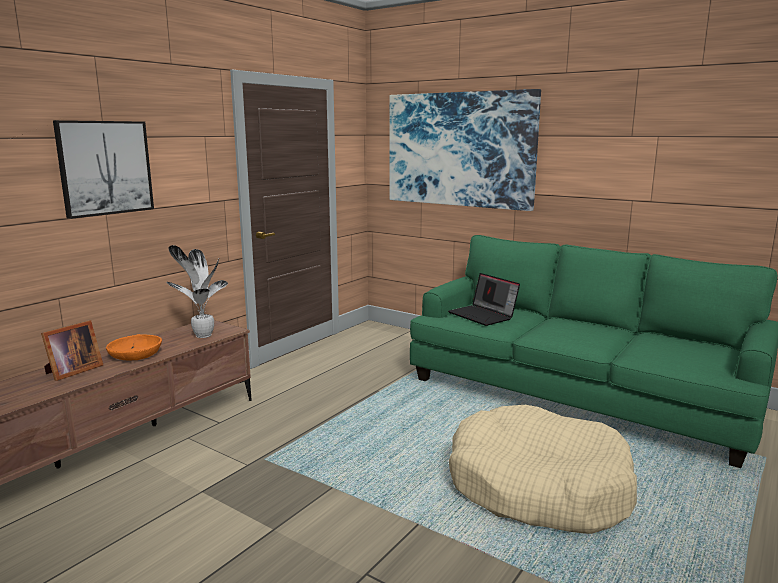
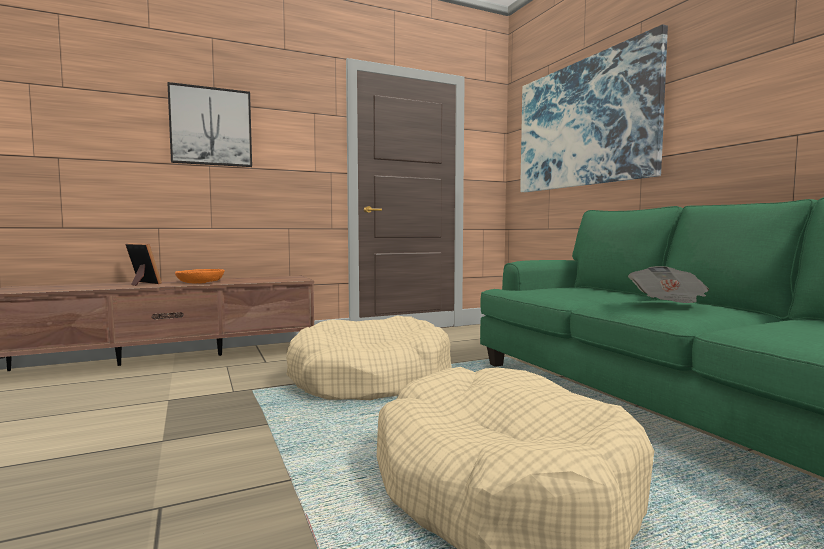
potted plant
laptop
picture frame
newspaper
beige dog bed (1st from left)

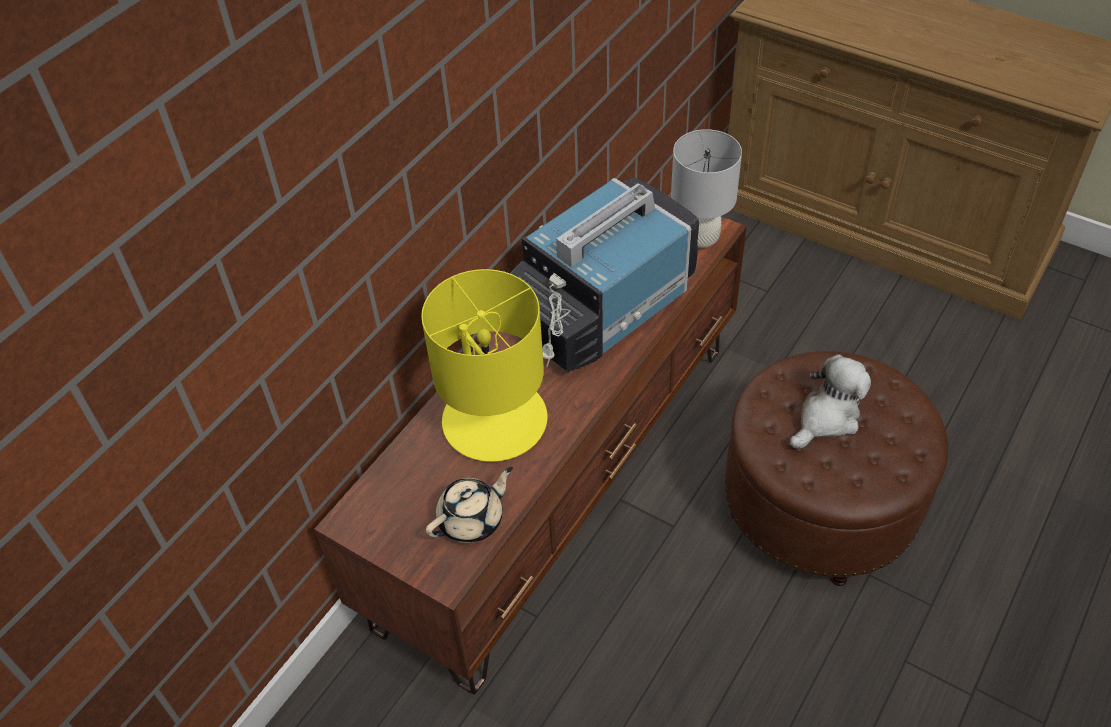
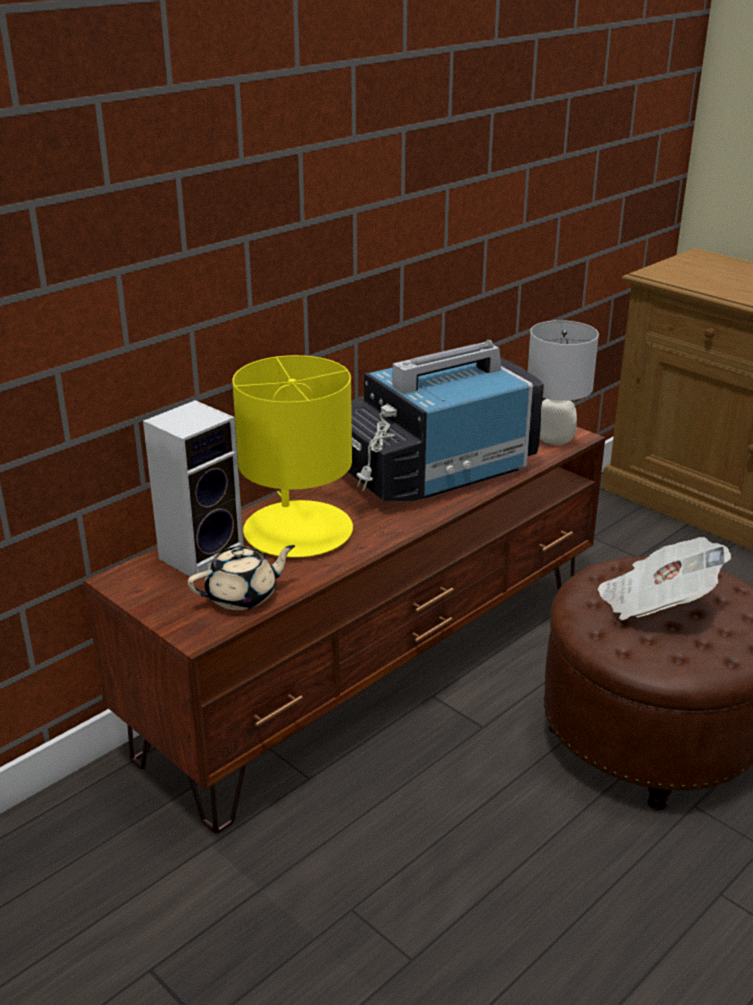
newspaper
speaker

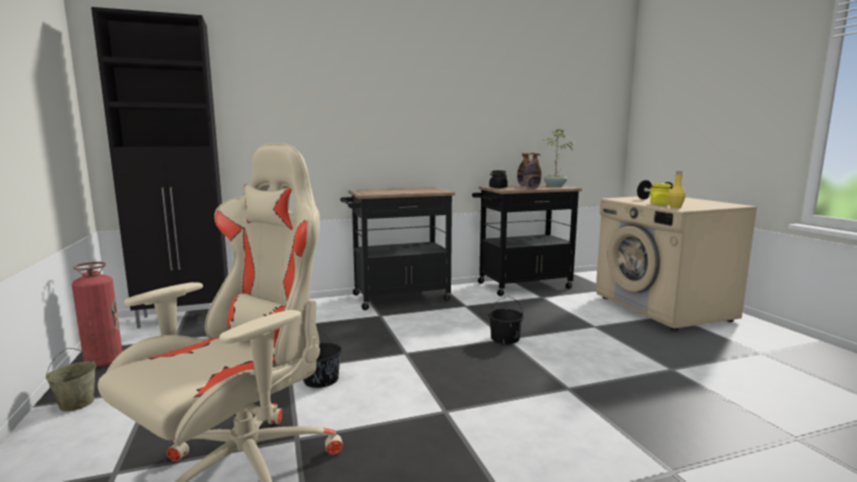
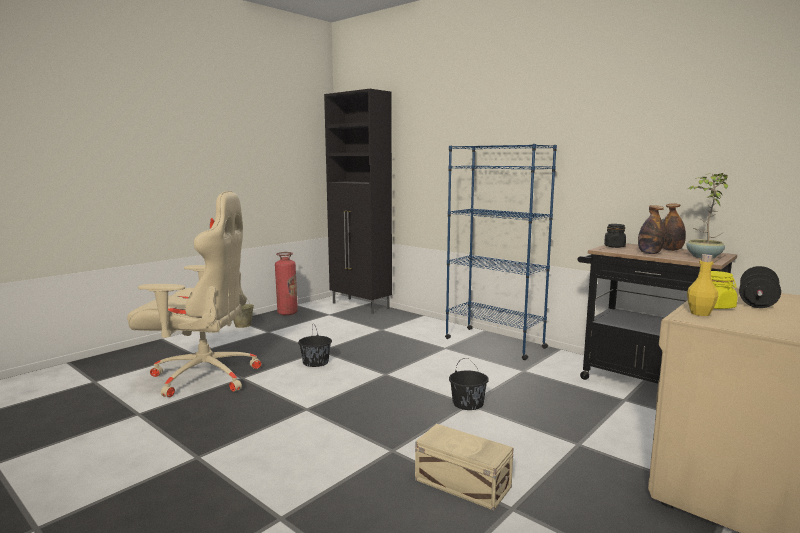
blue bookcase
beige storage box

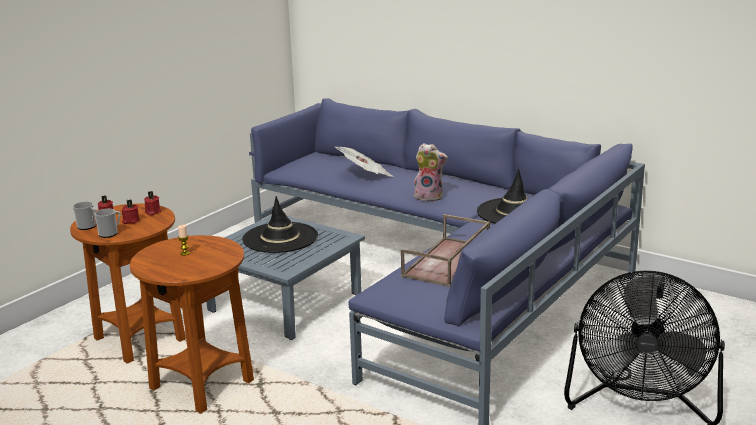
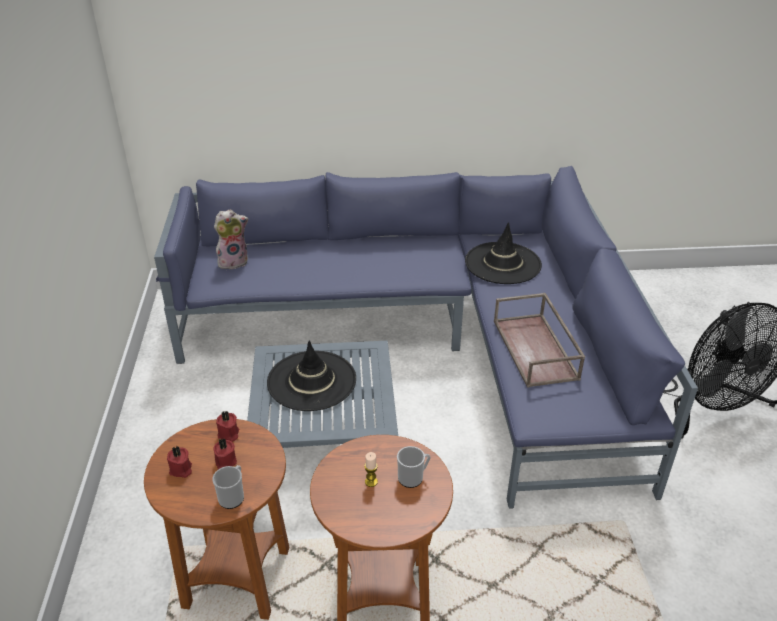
plush toy
newspaper
mug (2nd from left)

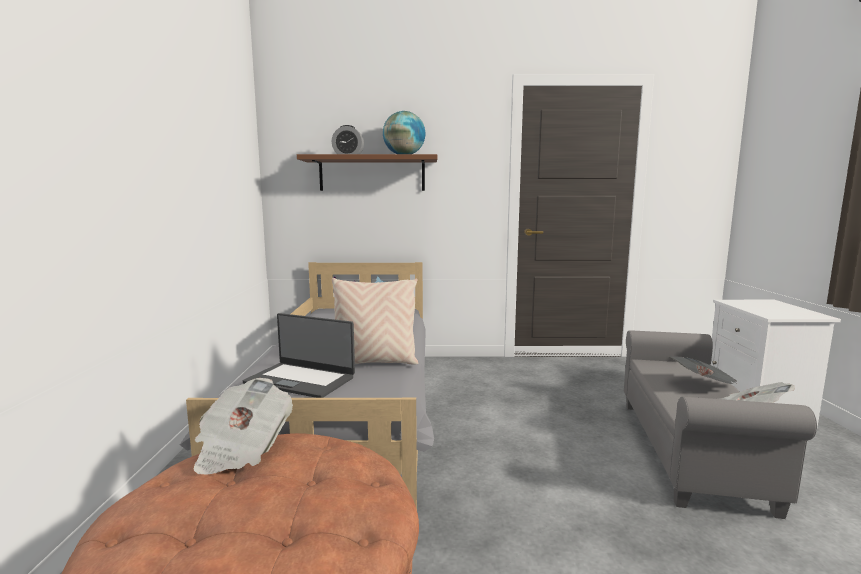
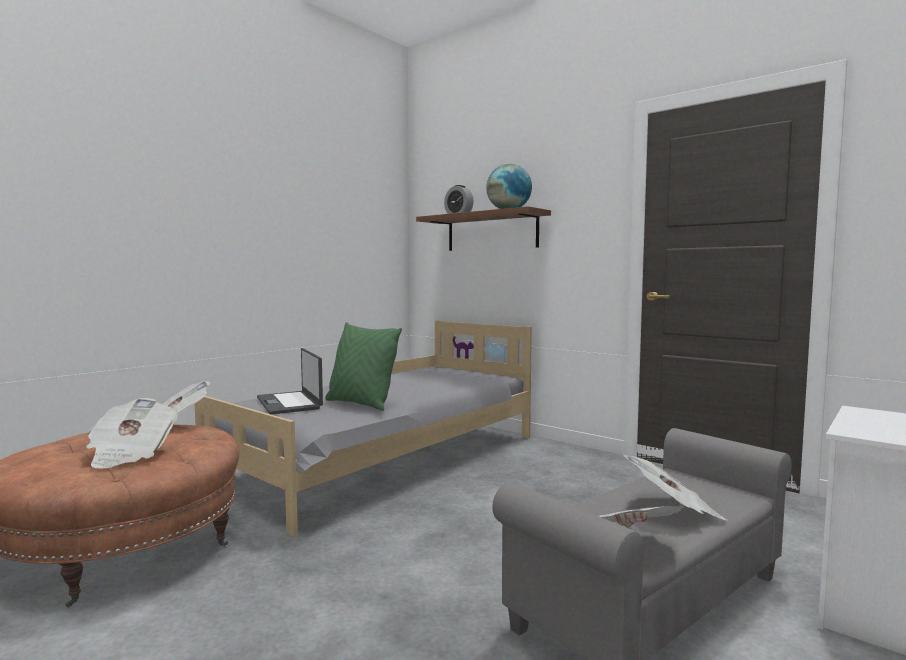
green pillow
newspaper (1st from left)

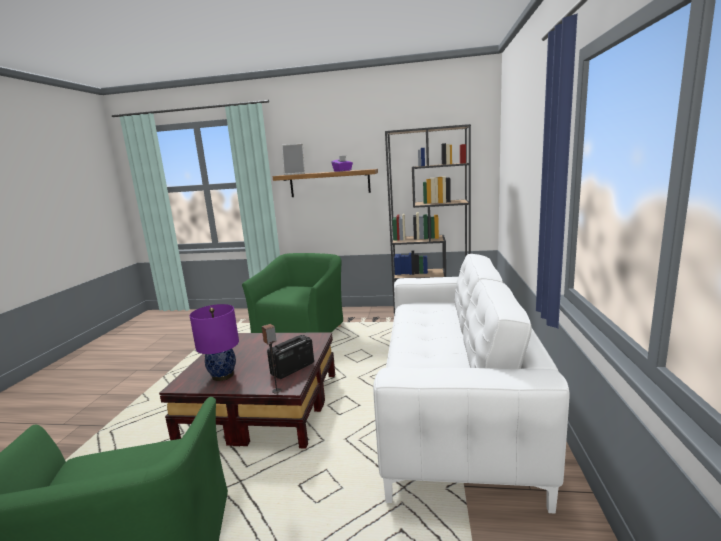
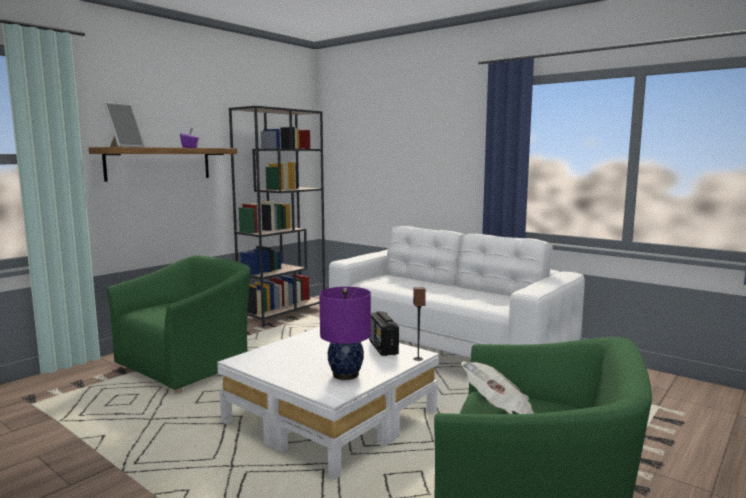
green armchair (1st from left)
white coffee table
newspaper

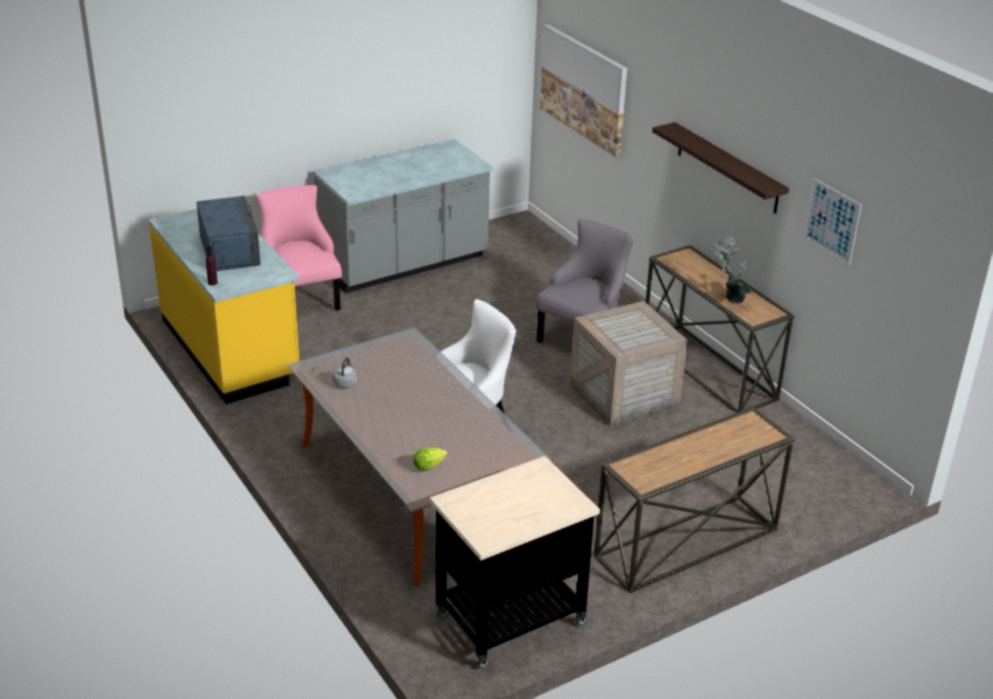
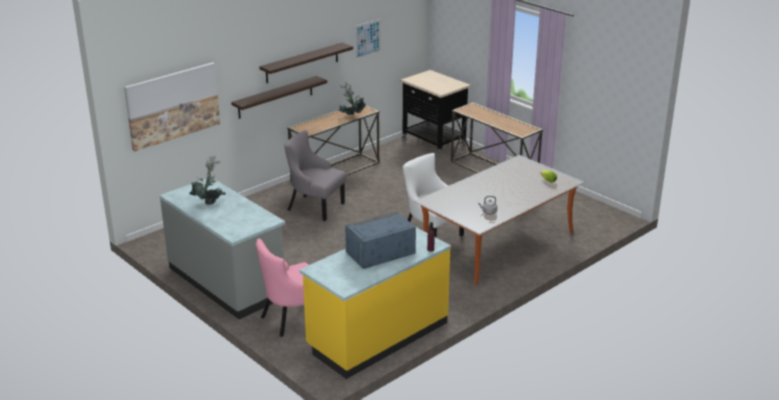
crate
black cart
shelf (1st from left)
potted plant (1st from left)

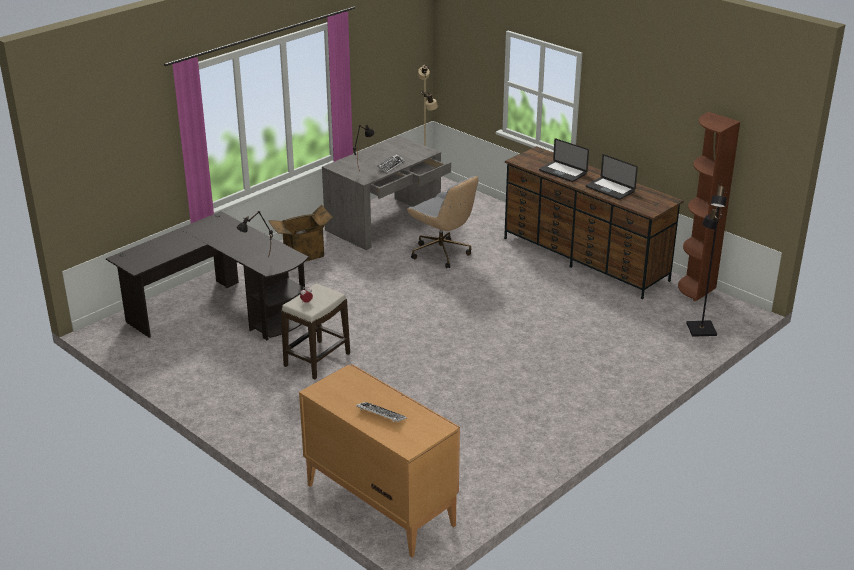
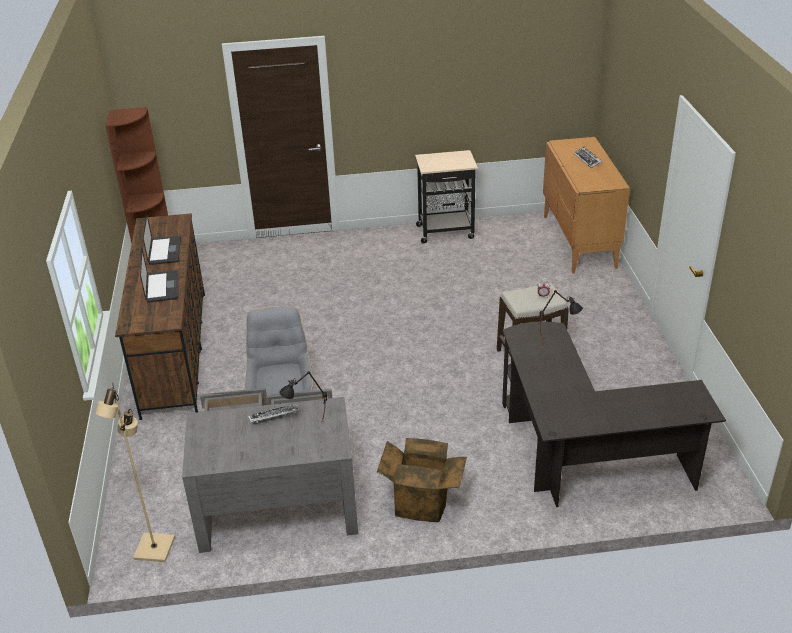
black floor lamp
cart

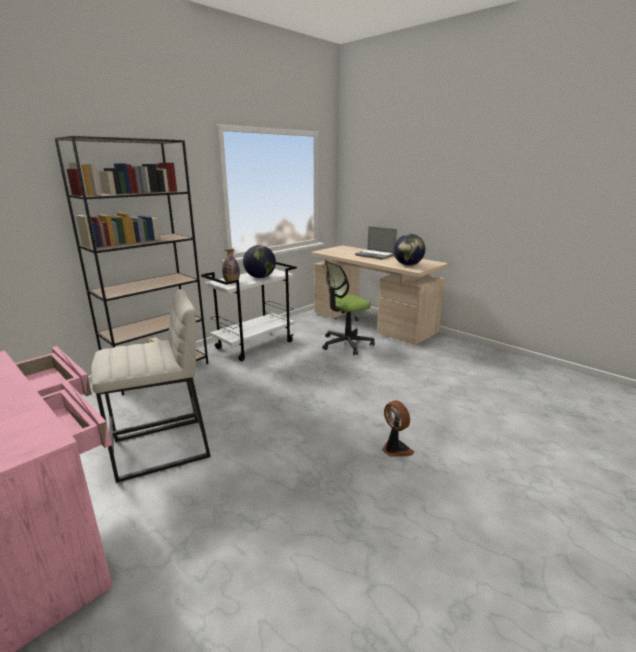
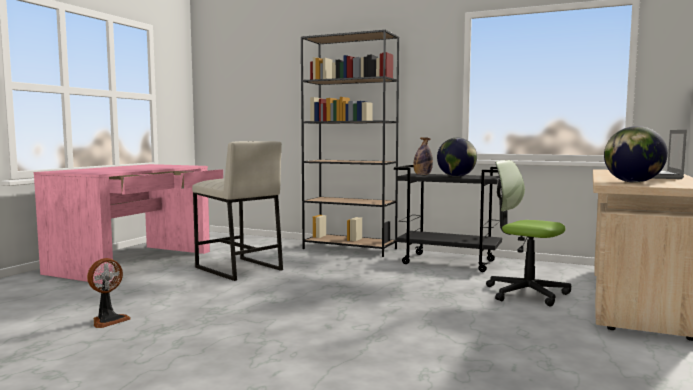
black cart
fan

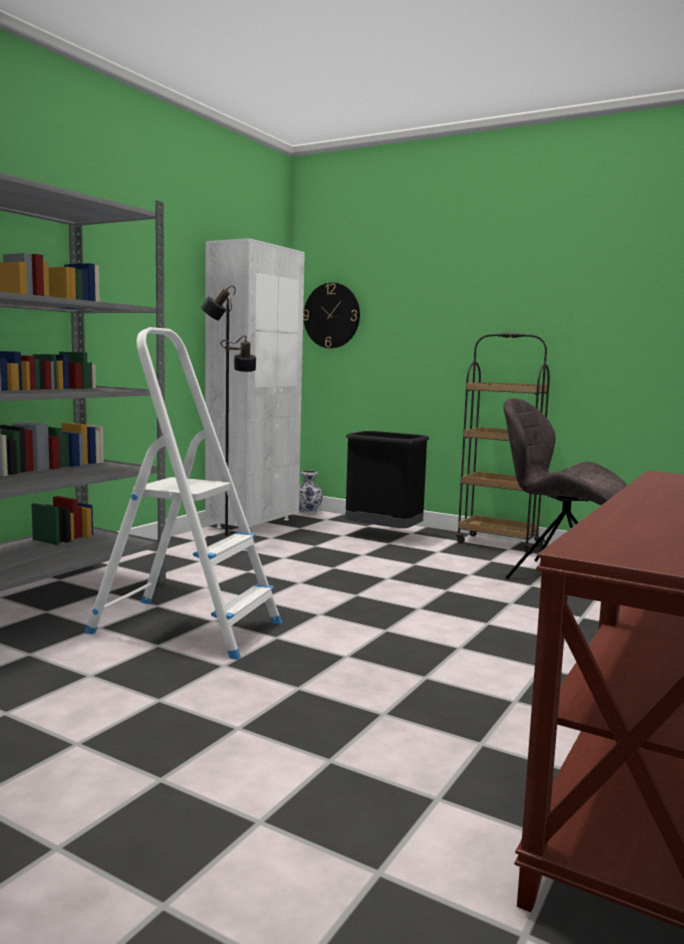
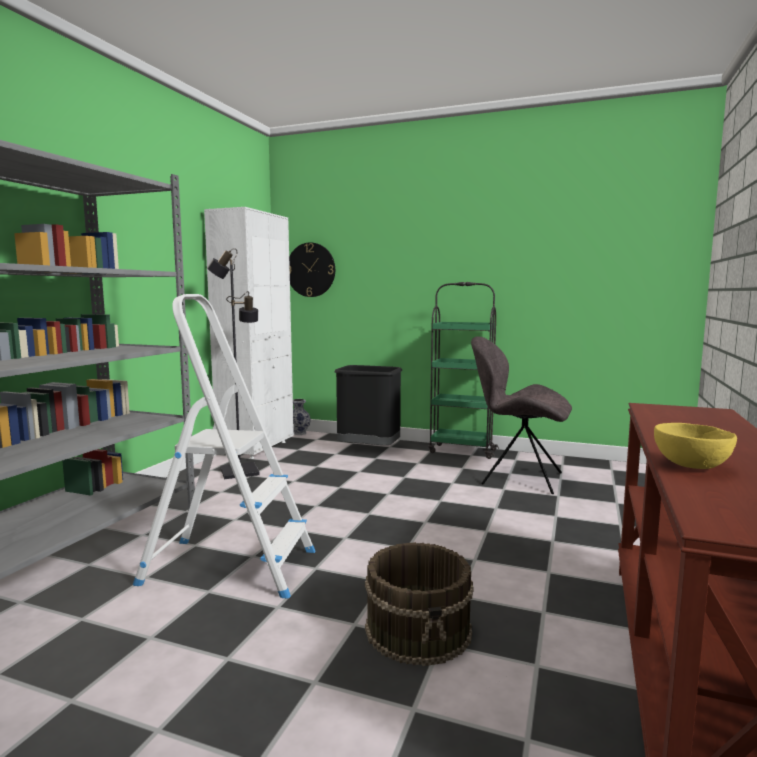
green cart
yellow bowl
brown bucket

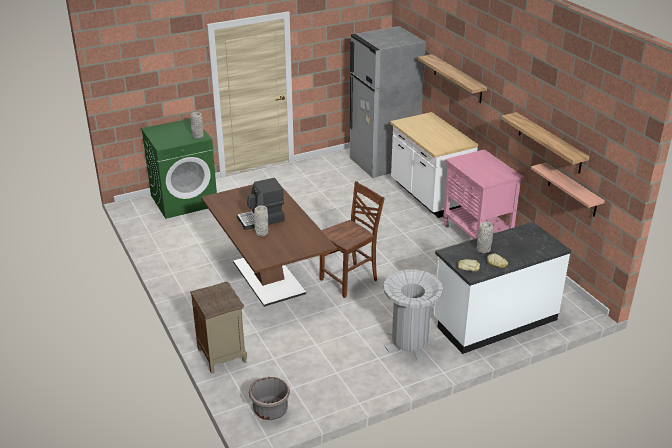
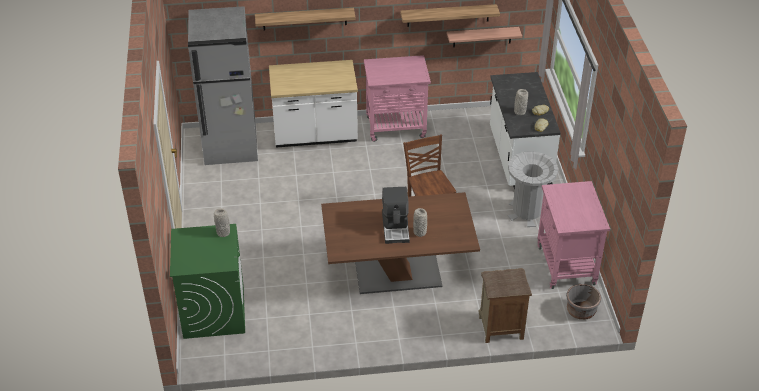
pink cart (2nd from left)

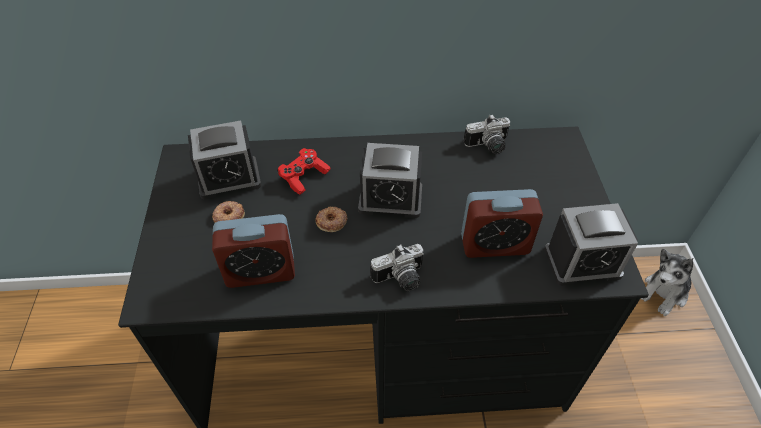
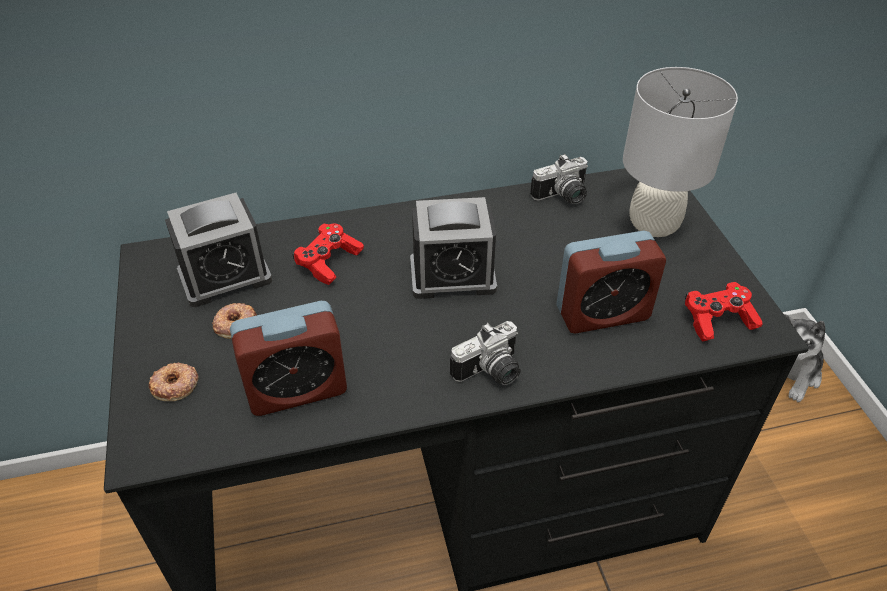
red game controller (2nd from left)
donut (1st from left)
grey table lamp

